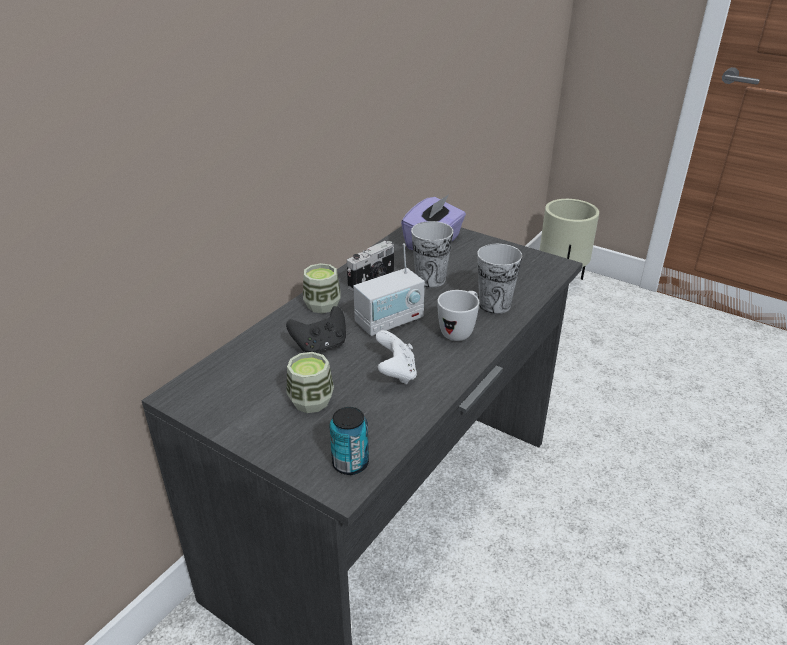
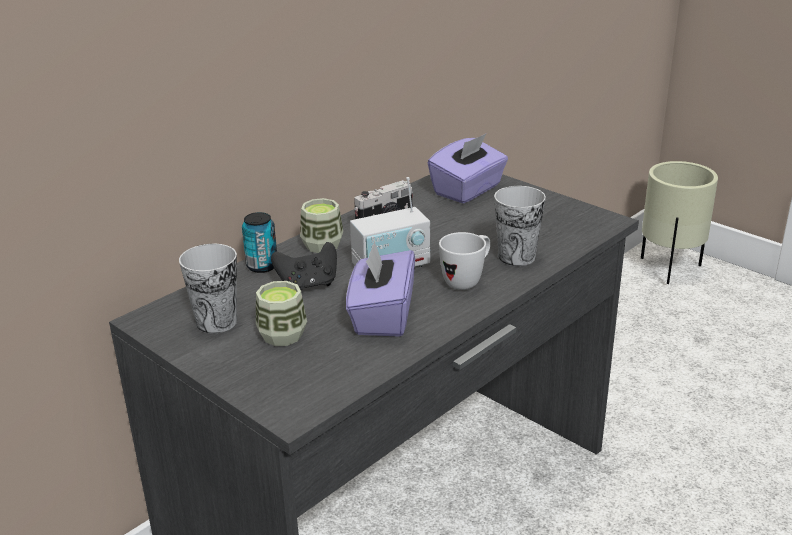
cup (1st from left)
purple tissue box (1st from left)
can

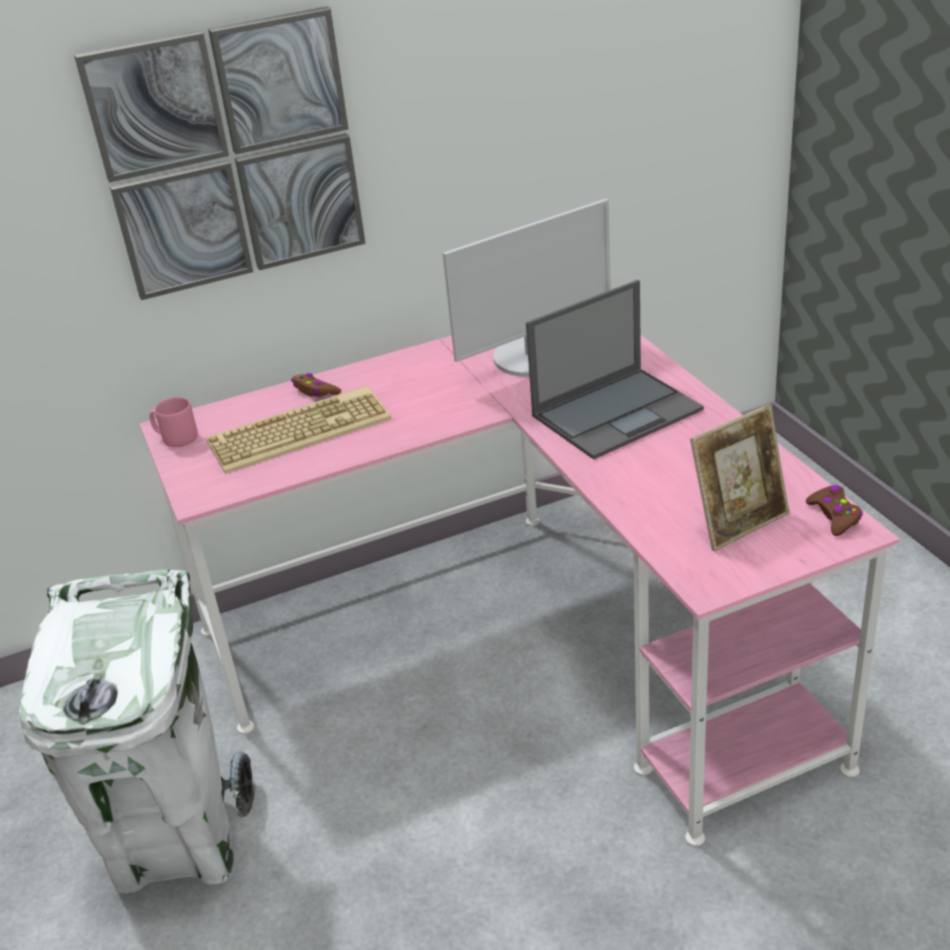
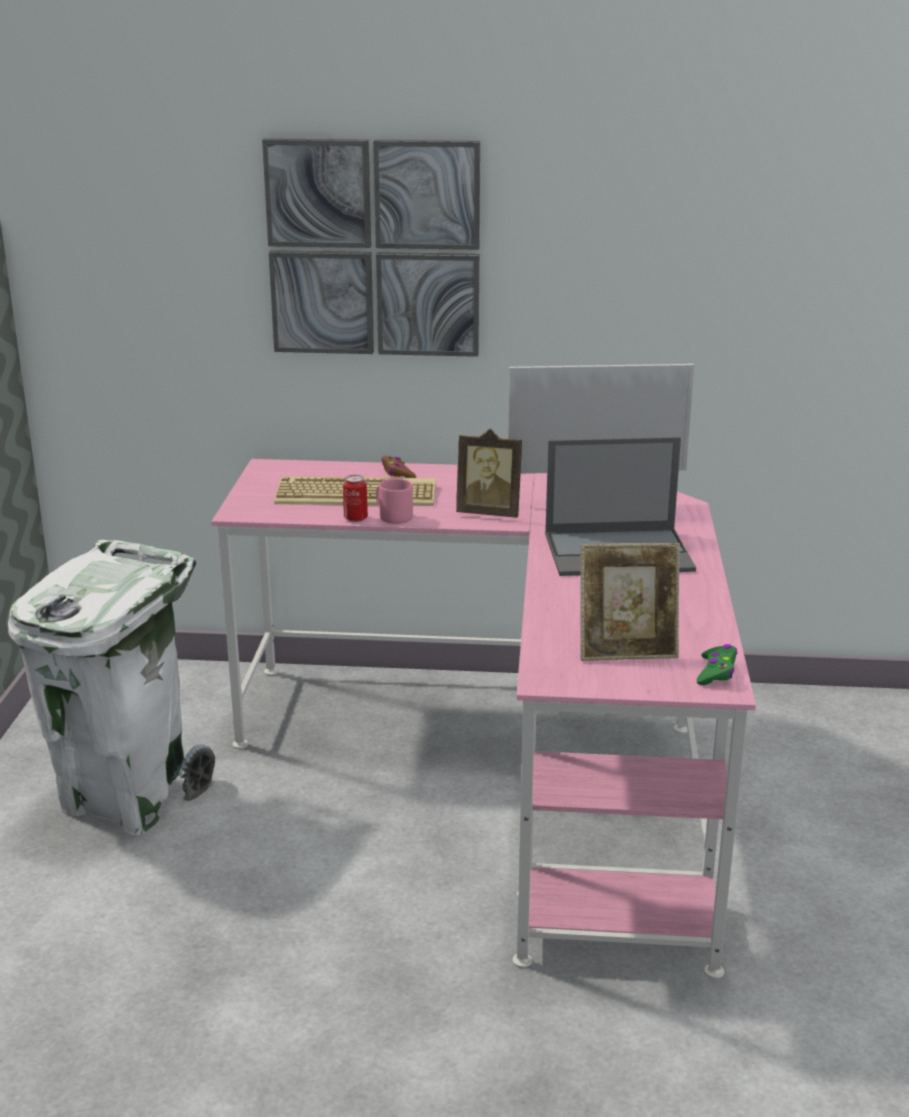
pink mug
green game controller
picture frame (1st from left)
can

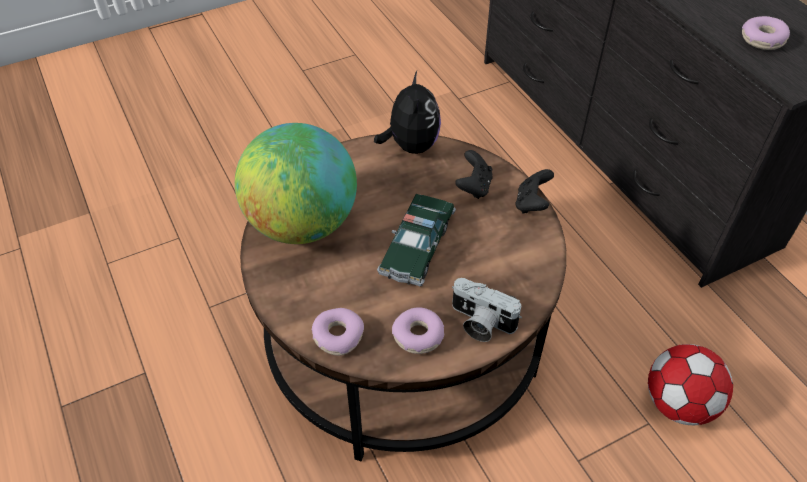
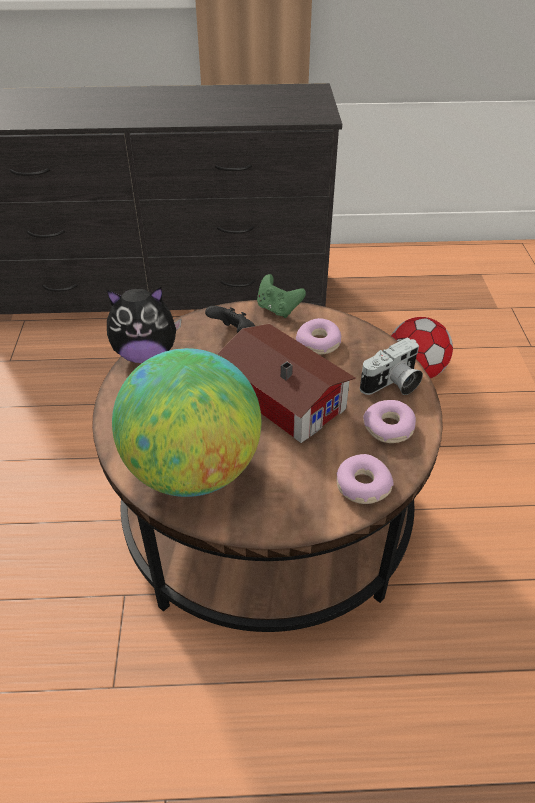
donut (1st from left)
plush toy
green game controller
toy house

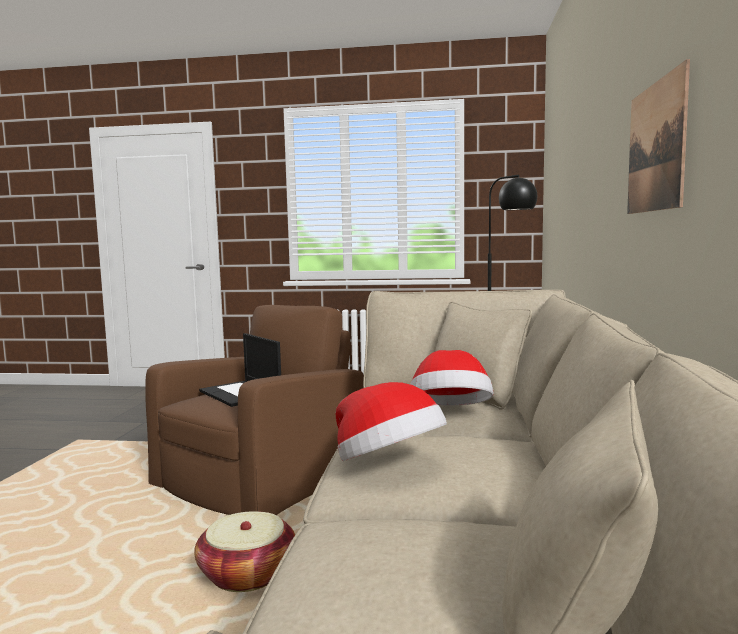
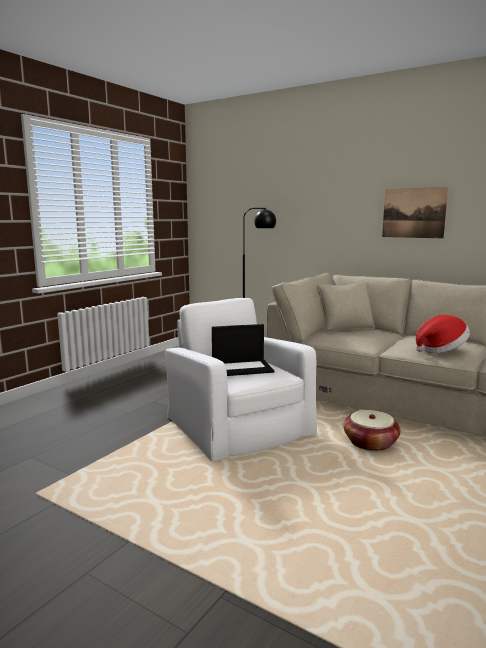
white armchair
hat (2nd from left in the first image)

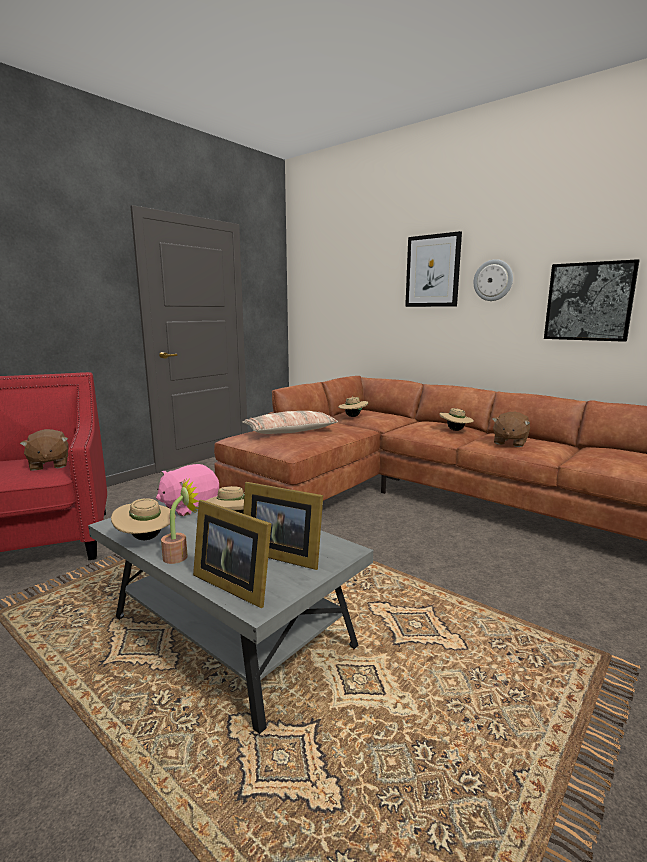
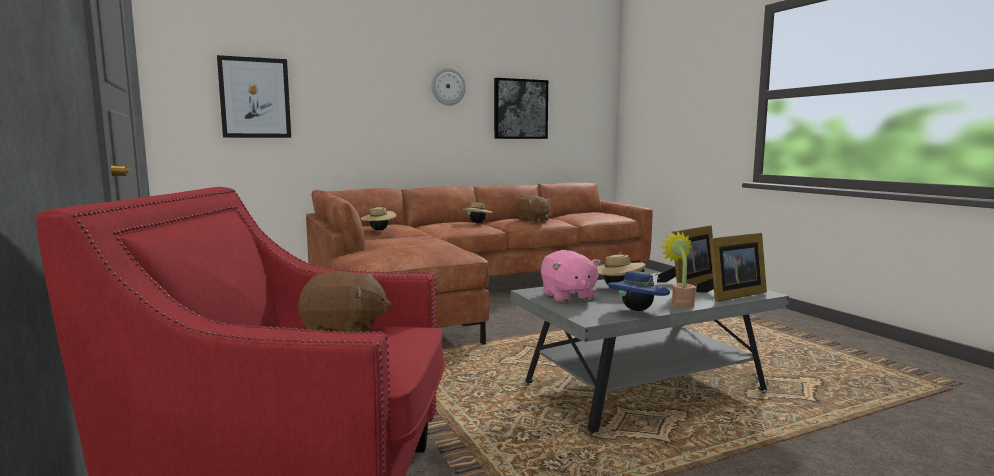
picture (1st from left)
pillow
blue hat

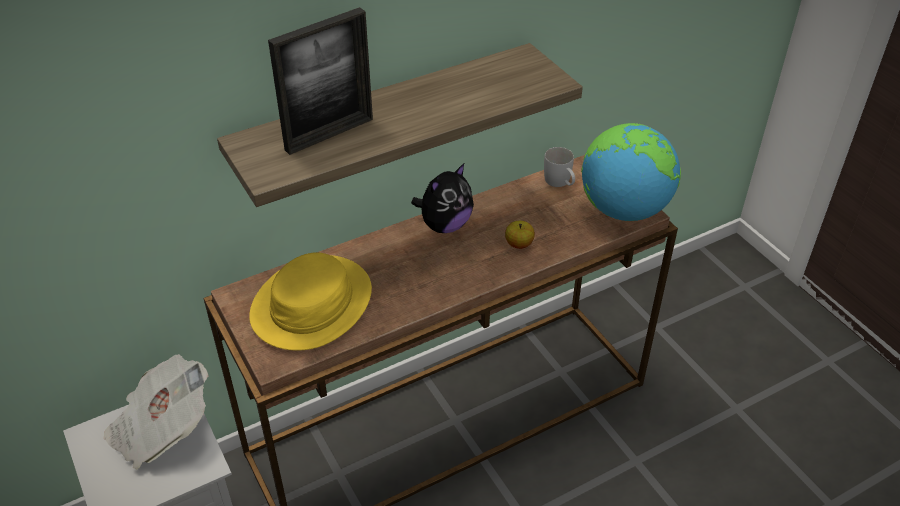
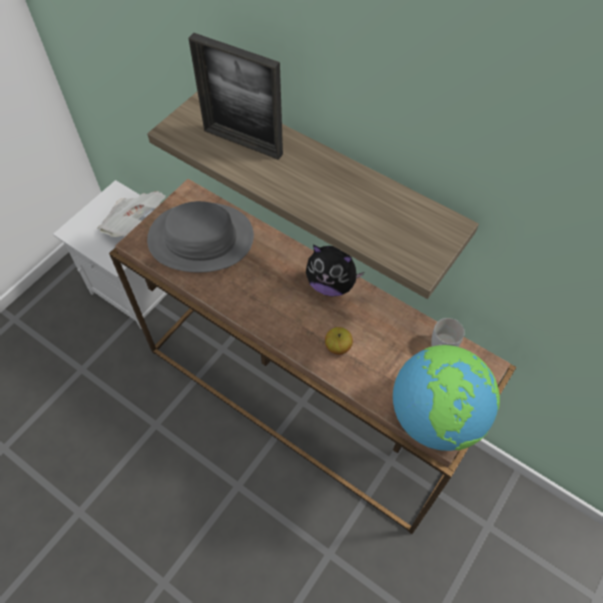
grey hat

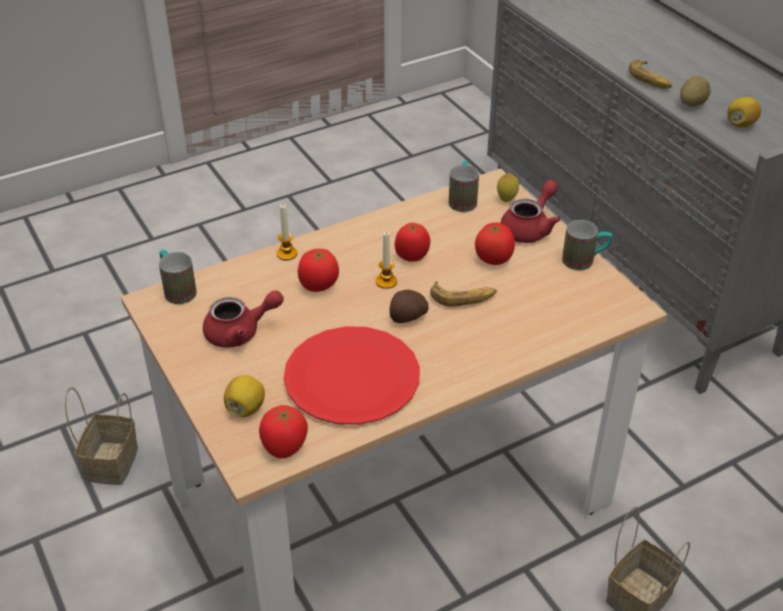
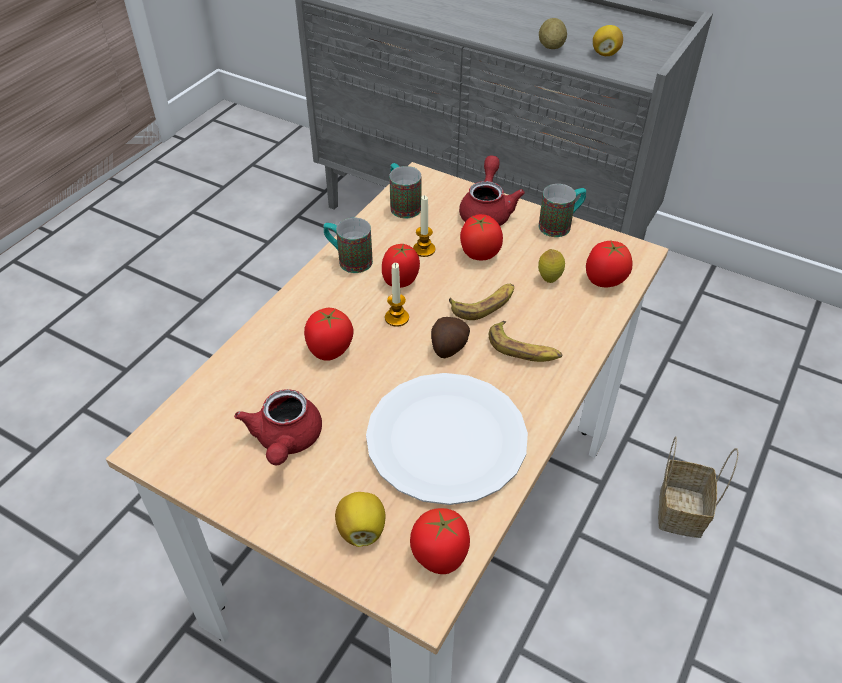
banana (2nd from left)
lemon (2nd from left)
candle (2nd from left)
mug (1st from left)
red teapot (1st from left)
white plate
basket (1st from left in the first image)
tomato (5th from left)

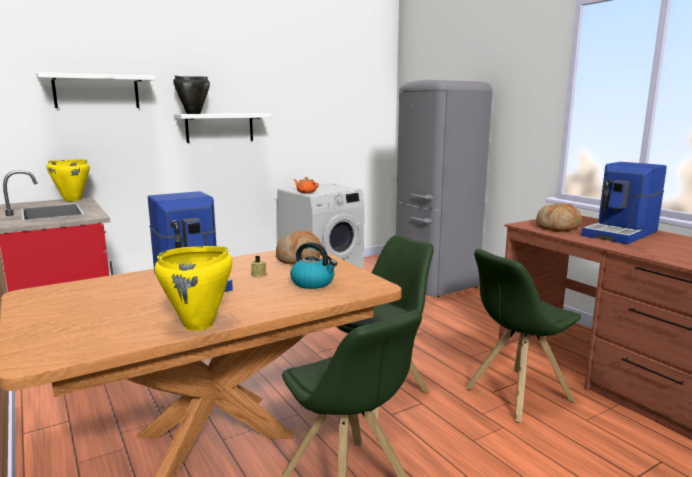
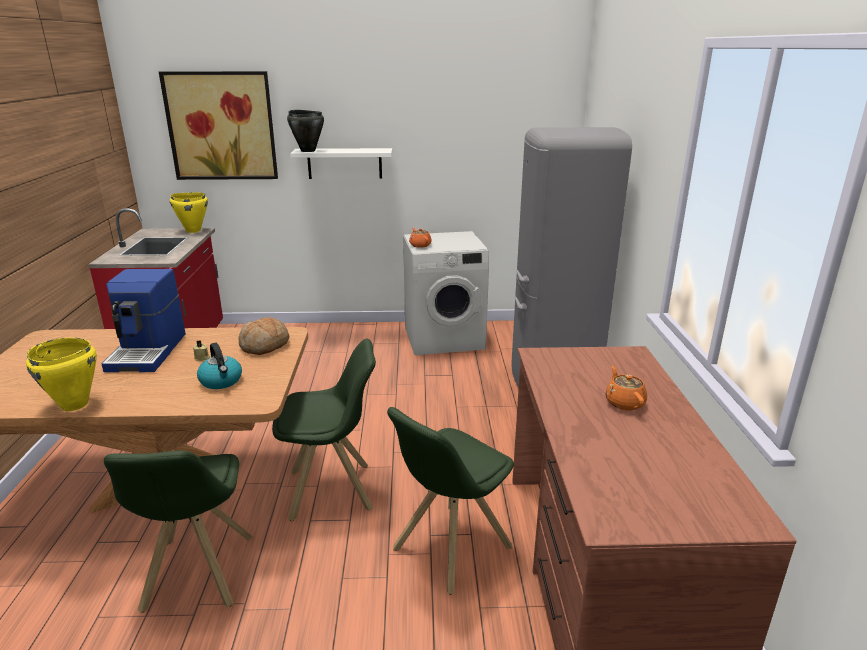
picture
orange teapot (2nd from left)
bread (2nd from left in the first image)
green chair (3rd from left)

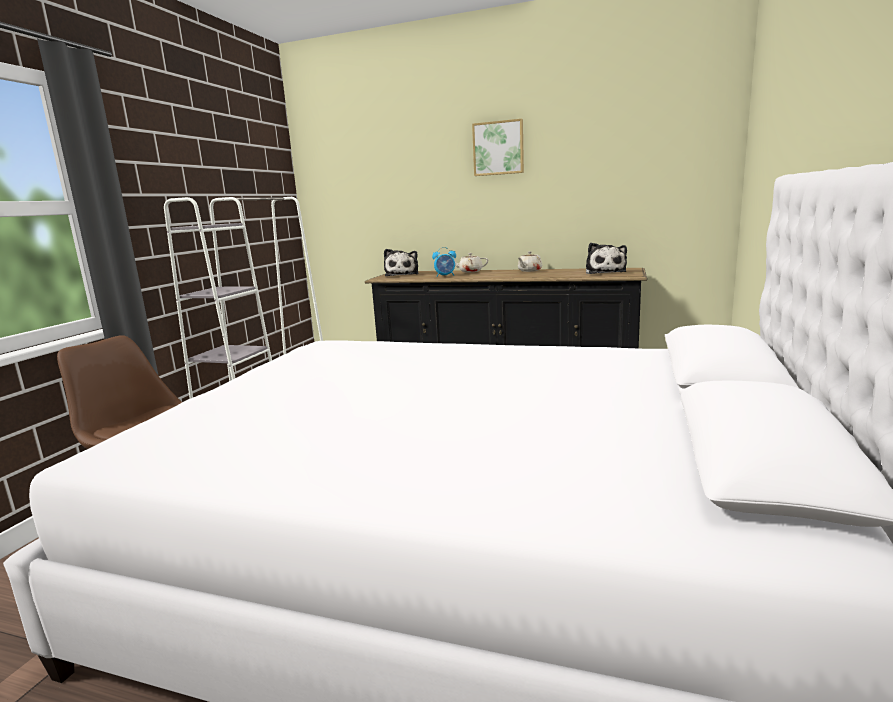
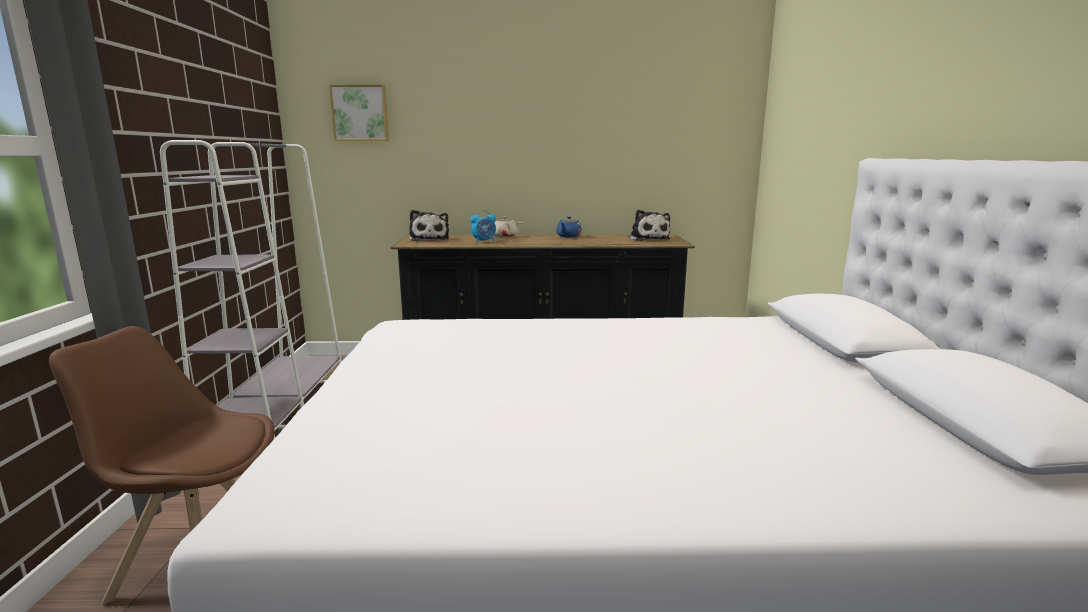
picture
blue teapot

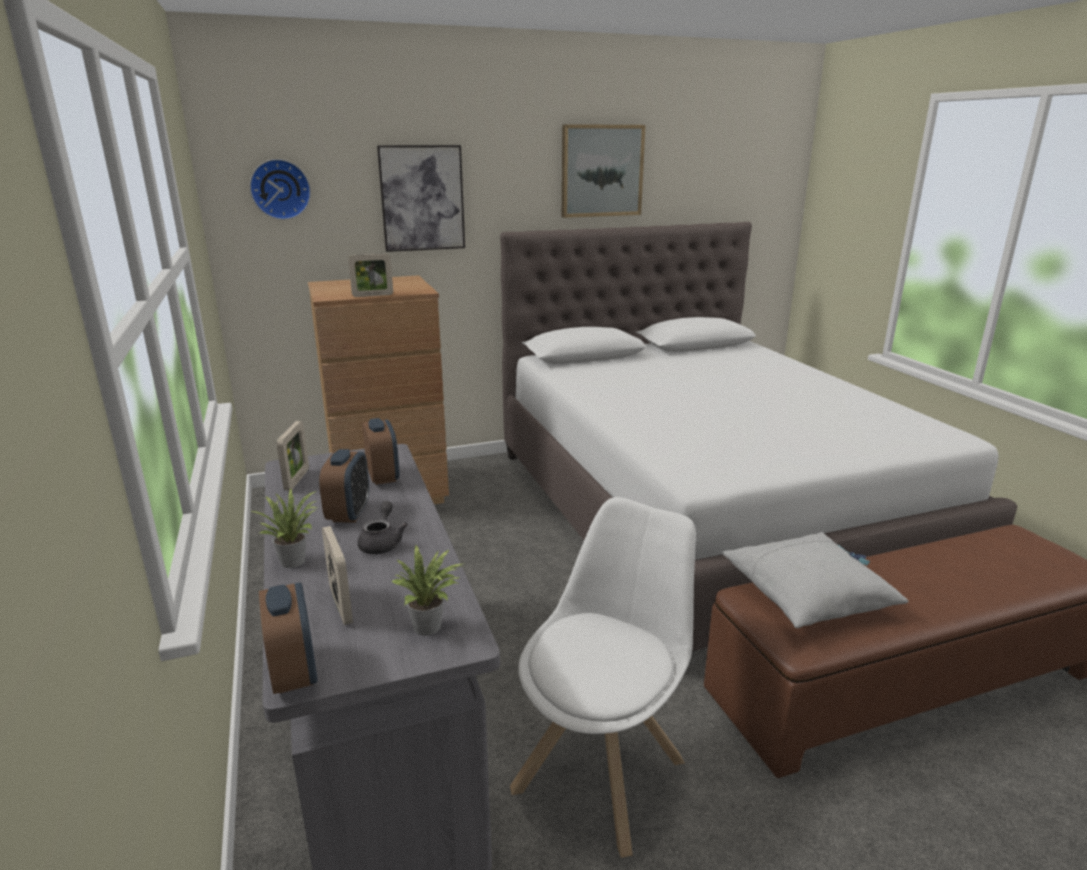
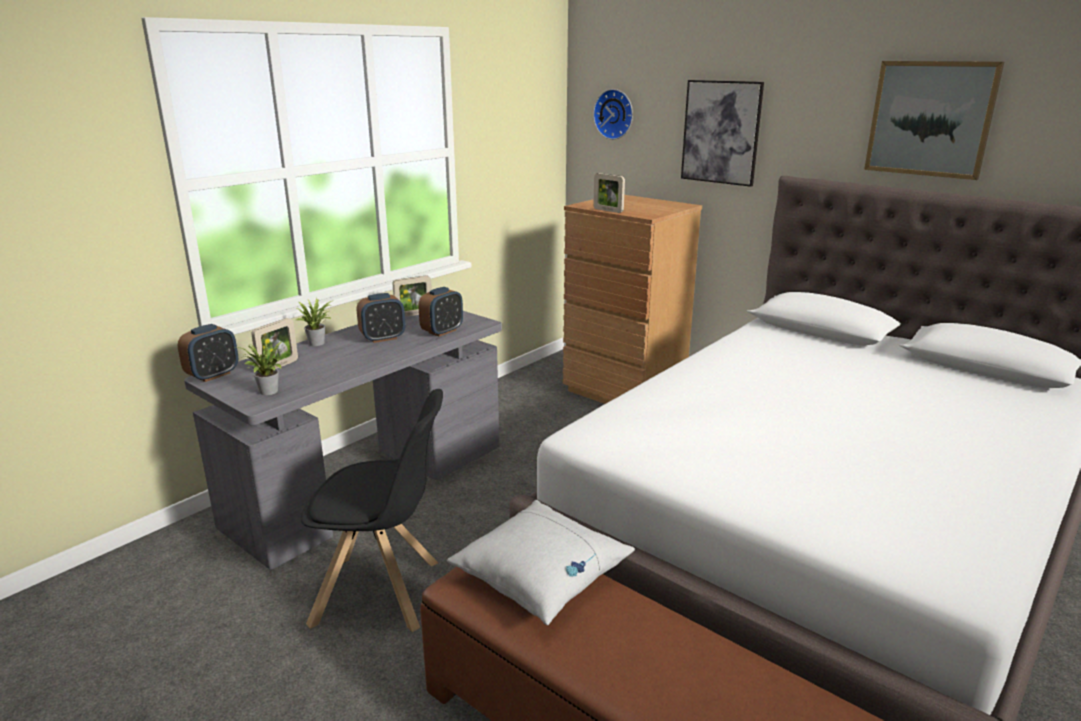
black chair
grey teapot

